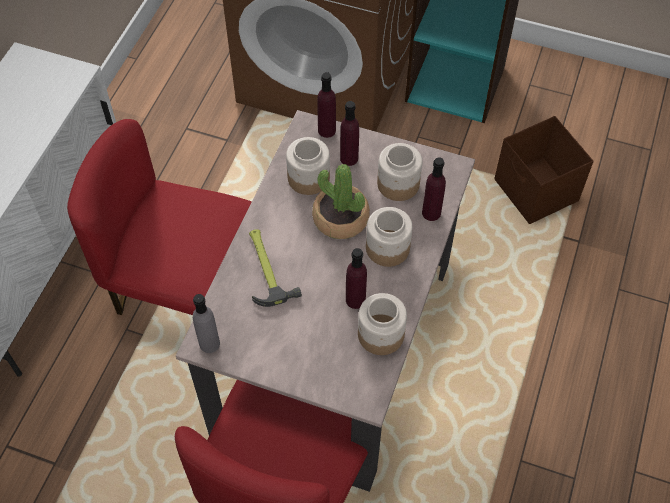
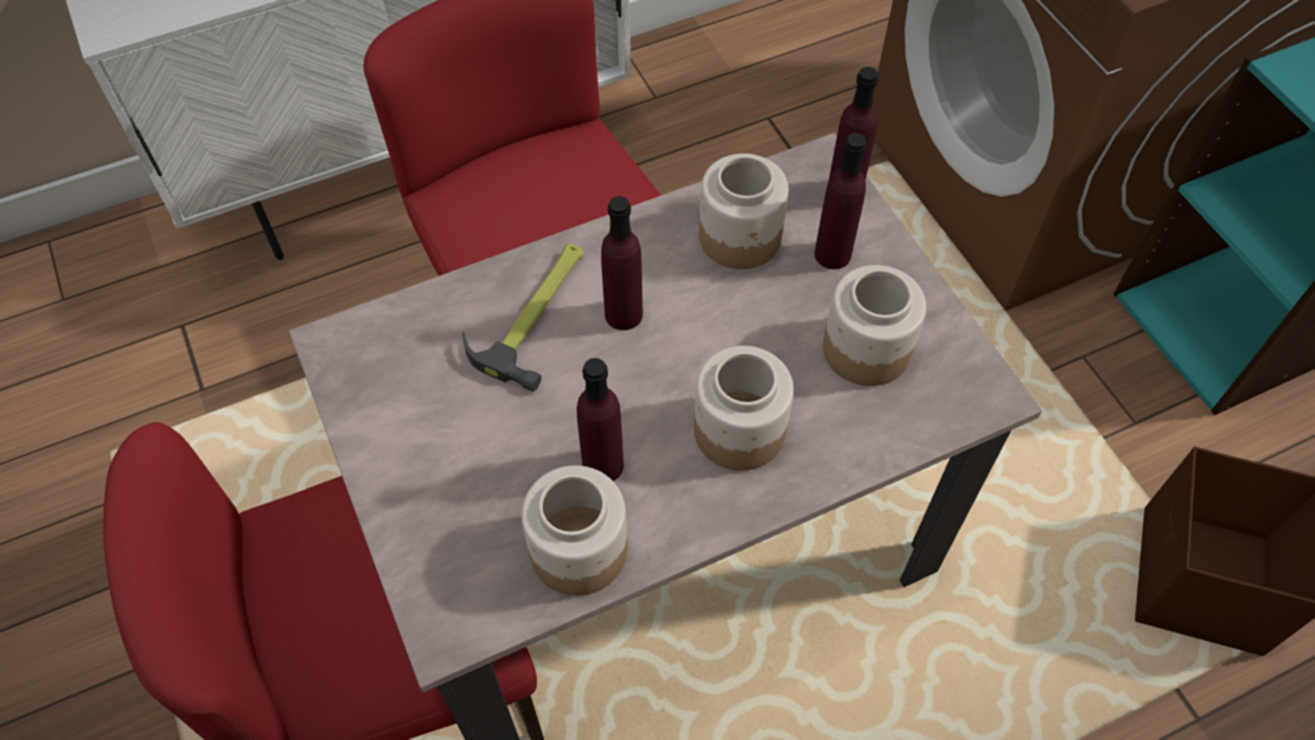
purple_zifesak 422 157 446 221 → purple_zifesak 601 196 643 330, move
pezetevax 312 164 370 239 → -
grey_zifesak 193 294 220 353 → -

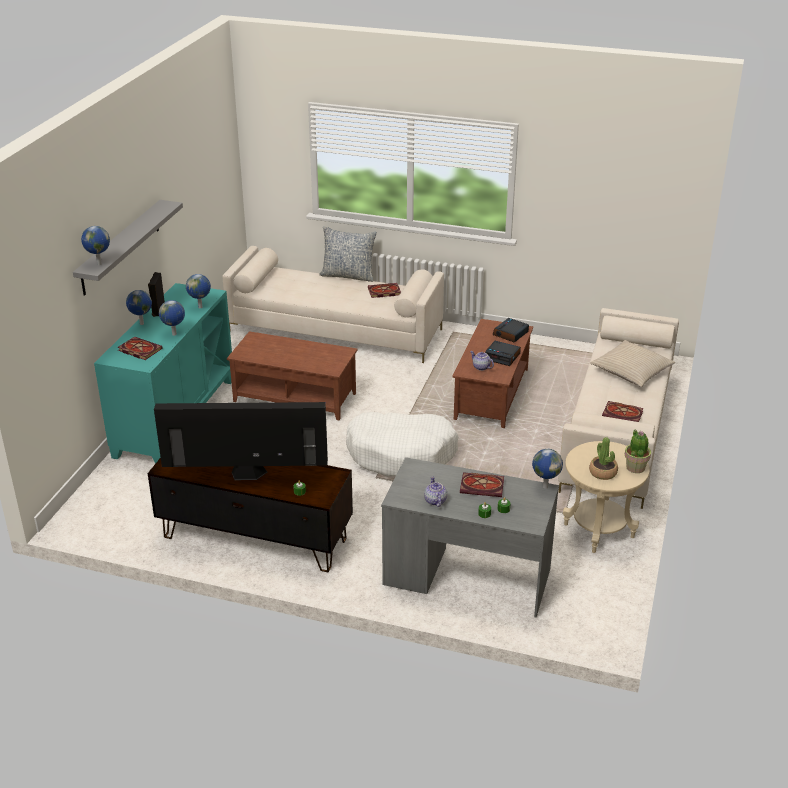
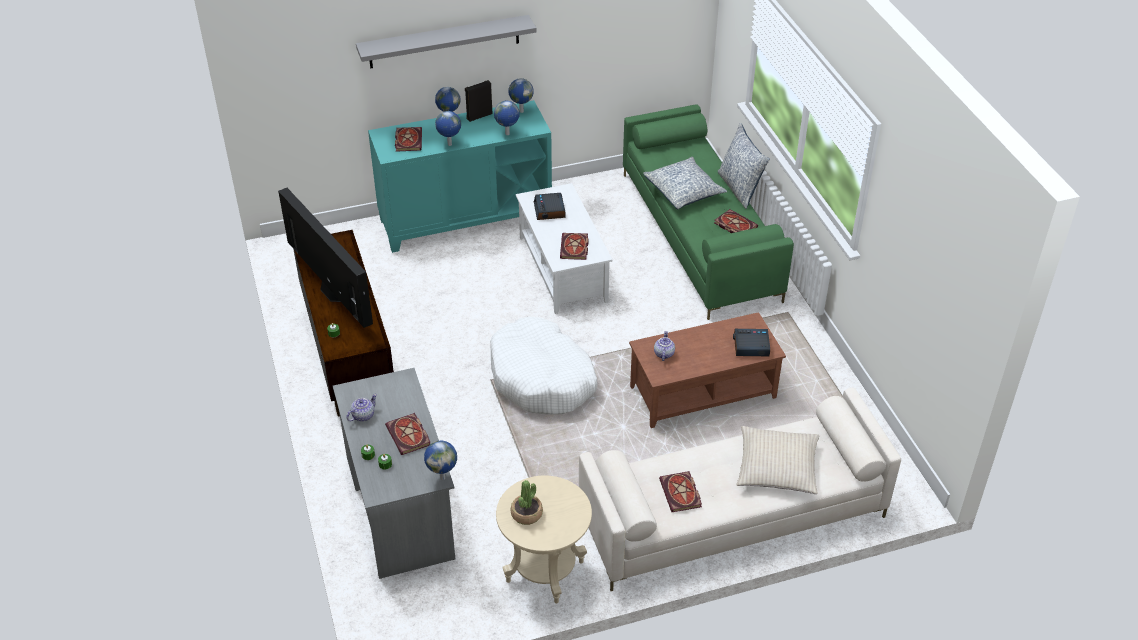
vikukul 81 226 110 265 → vikukul 509 78 534 113, move
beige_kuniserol 223 246 444 363 → green_kuniserol 623 104 794 320
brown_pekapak 227 331 357 420 → white_pekapak 516 183 613 314
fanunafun 485 341 521 366 → fanunafun 534 193 565 220, move
pezetevax 625 429 651 473 → -
- → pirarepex 643 157 727 209
- → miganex 560 233 589 260

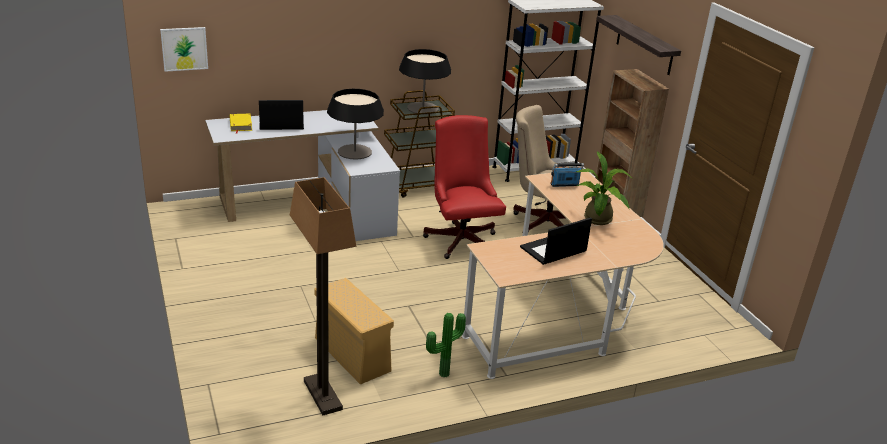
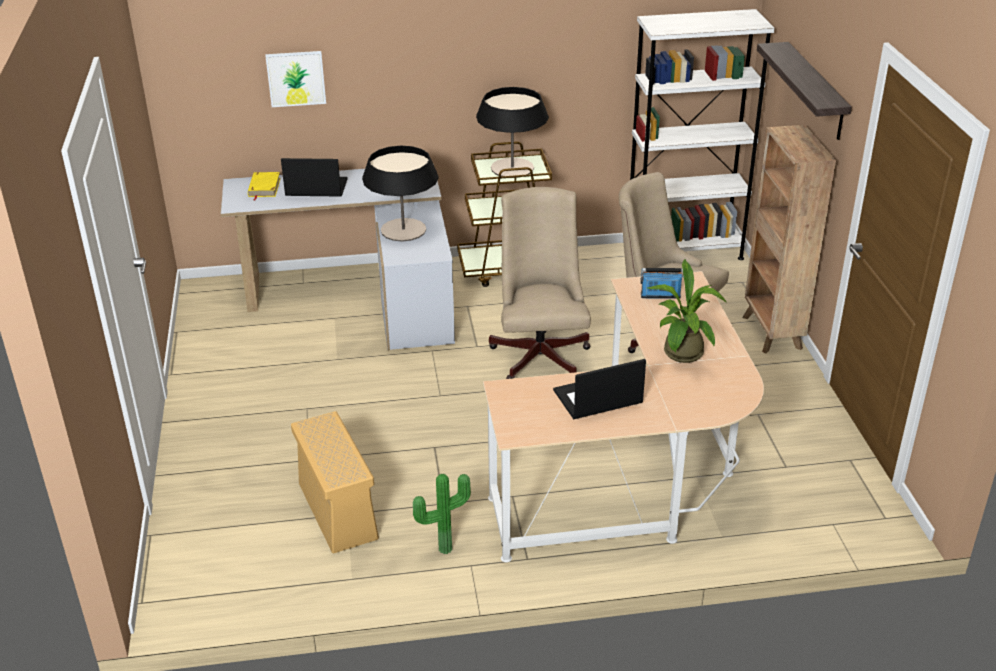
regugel 160 27 208 72 → regugel 265 51 326 107, move
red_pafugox 423 115 506 259 → beige_pafugox 489 187 591 379
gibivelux 290 177 357 415 → -

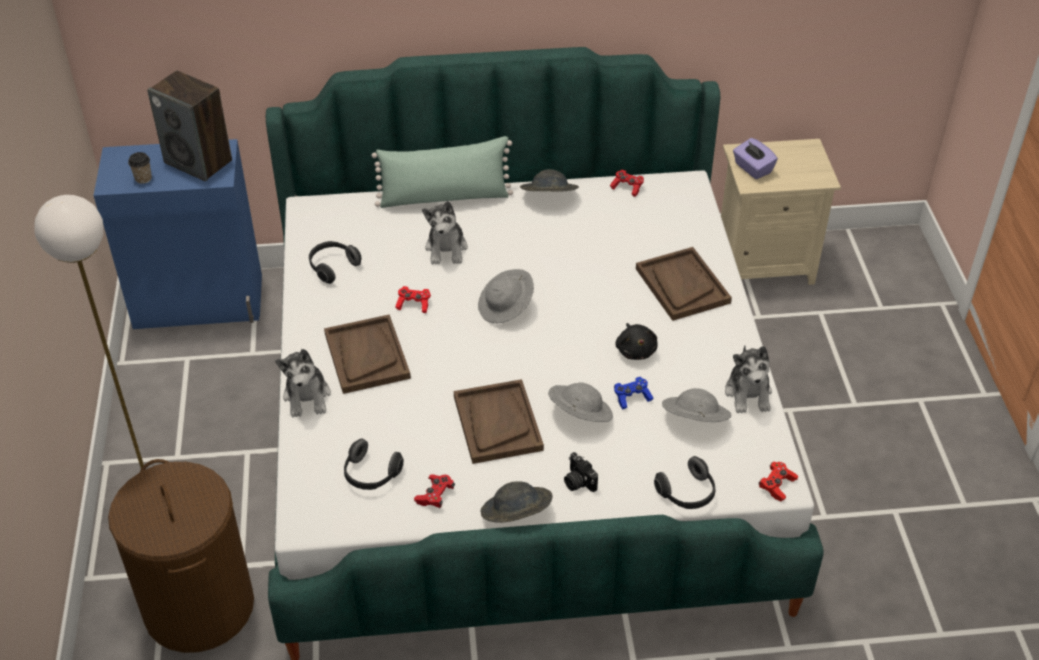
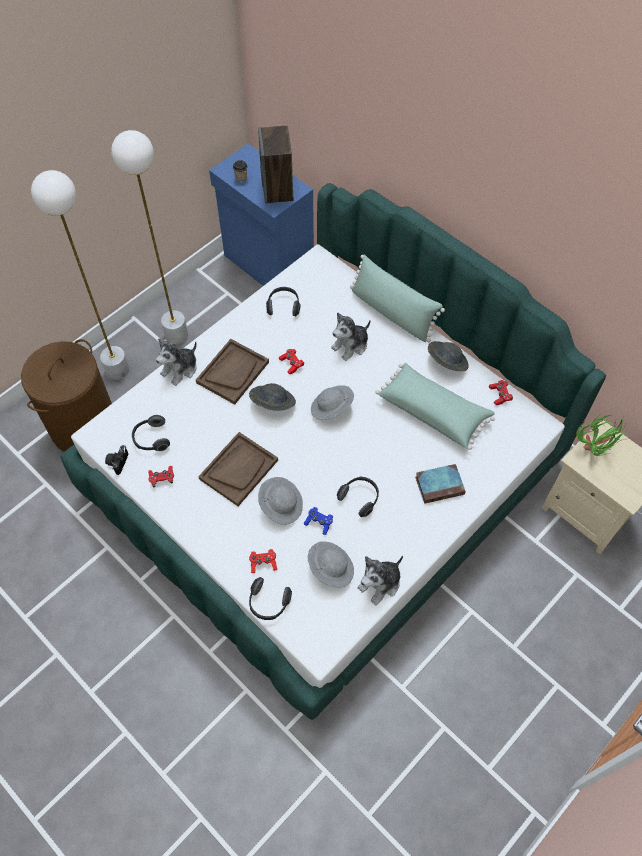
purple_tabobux 733 138 778 179 → pezetevax 576 413 626 456
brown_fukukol 636 247 732 321 → miganex 415 464 466 504
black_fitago 615 323 658 360 → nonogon 337 477 379 517
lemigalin 564 452 598 492 → lemigalin 105 445 129 475, move
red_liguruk 759 462 798 502 → red_liguruk 249 549 277 573, move
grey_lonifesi 480 481 553 523 → grey_lonifesi 249 383 296 411, move
- → white_gibivelux 111 130 188 344
- → green_pirarepex 376 363 495 450

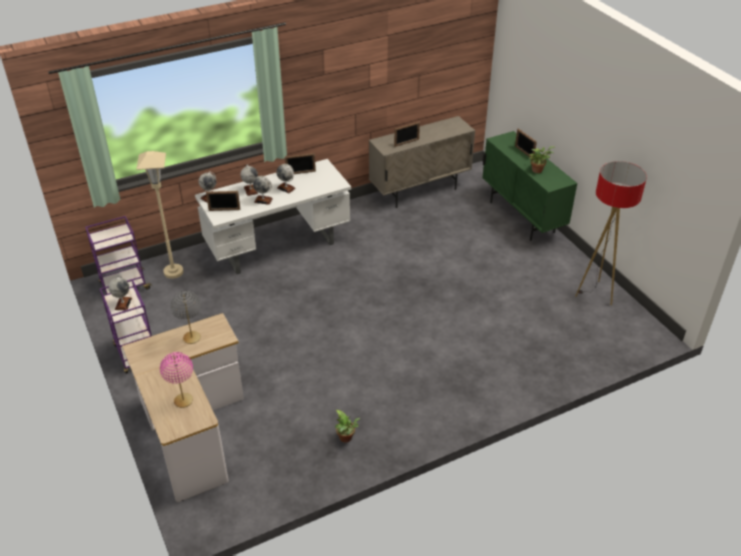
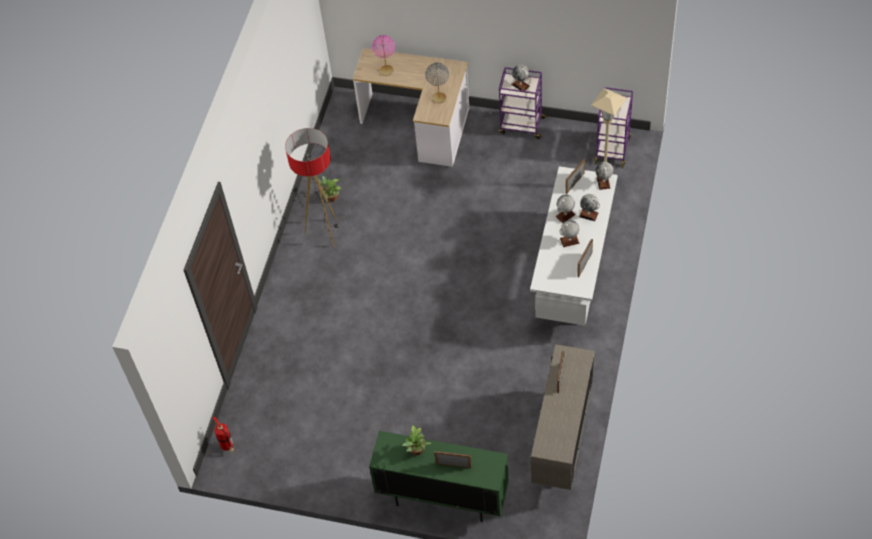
gibivelux 575 161 647 305 → gibivelux 285 128 339 248, move
- → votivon 213 417 234 452

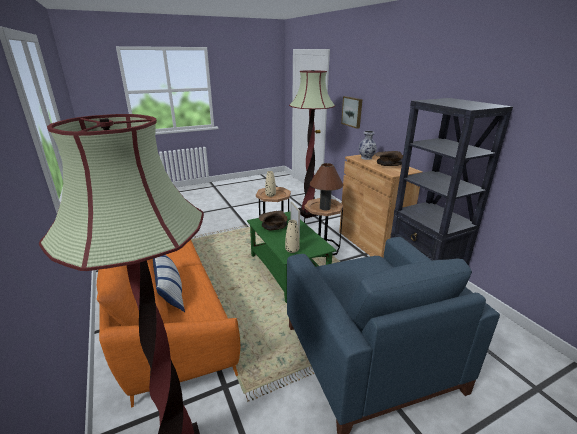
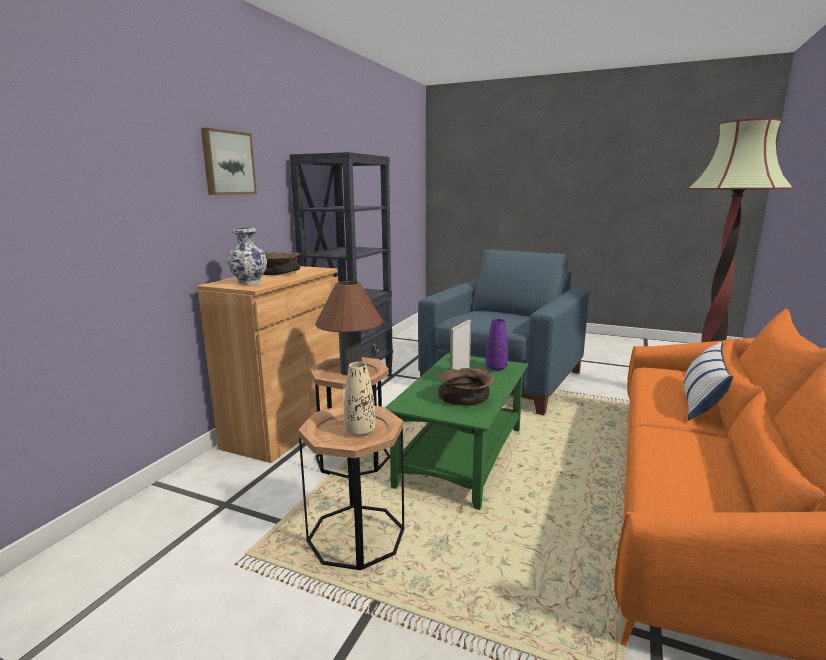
gibivelux 289 70 335 218 → -
regugel 341 96 362 129 → regugel 201 128 257 195, move
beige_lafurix 285 220 300 253 → purple_lafurix 486 319 508 371

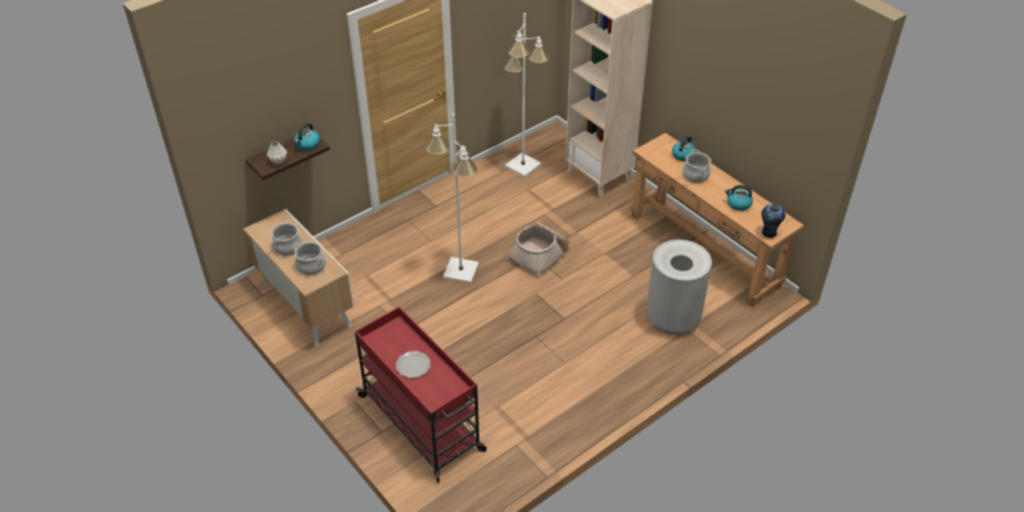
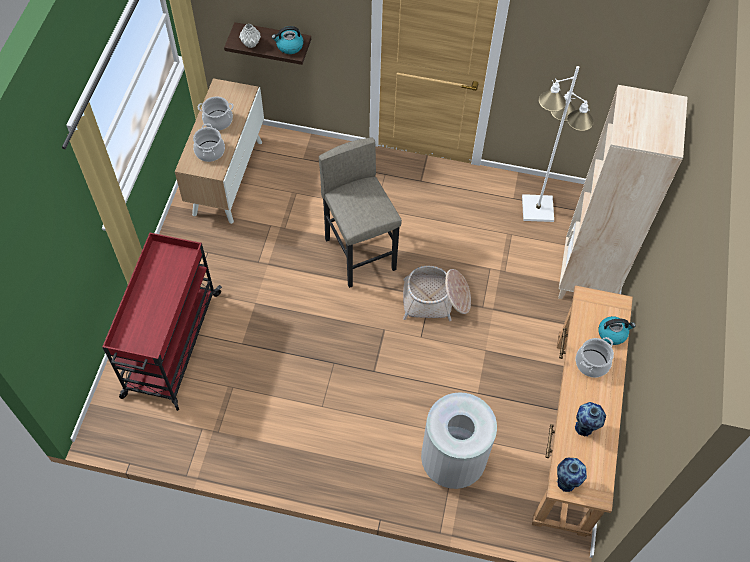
white_gibivelux 425 114 479 284 → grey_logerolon 319 137 402 288
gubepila 725 185 753 211 → lafurix 575 402 606 437
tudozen 396 351 431 378 → -

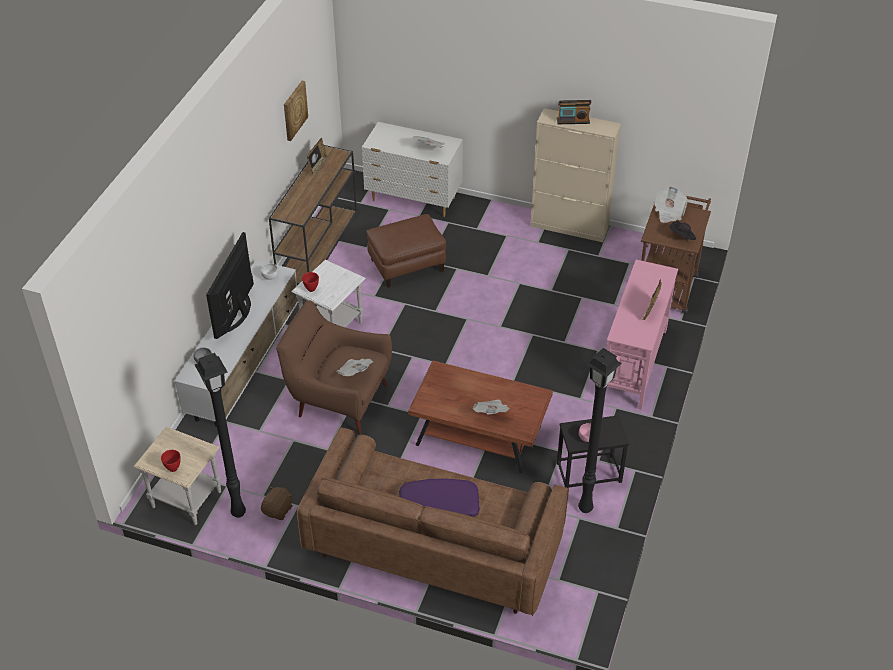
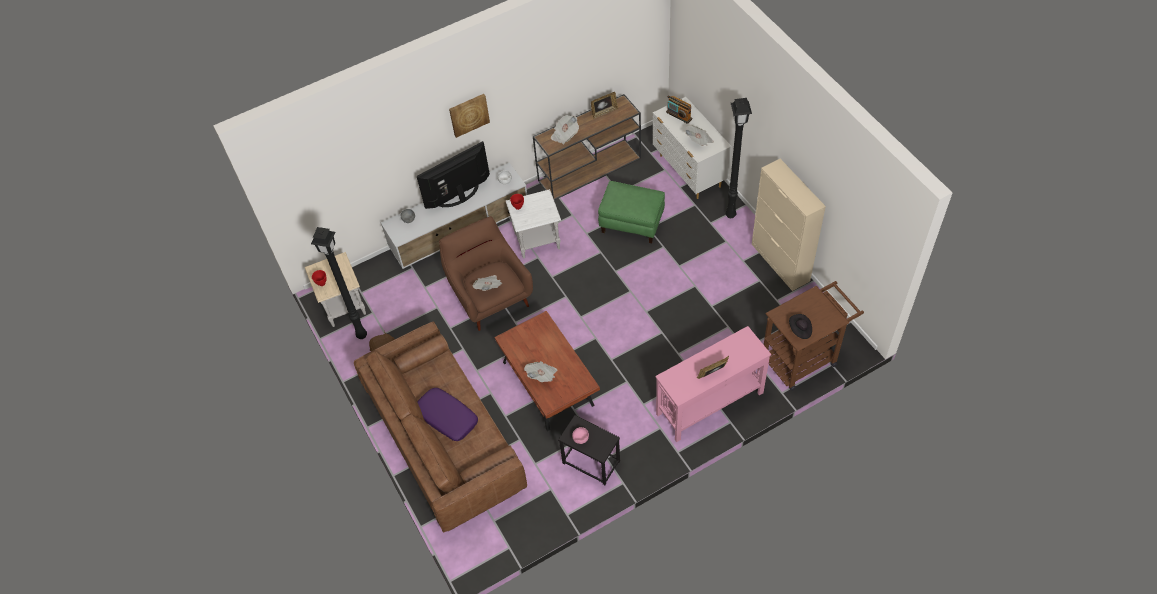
regugel 284 81 308 141 → regugel 449 94 490 138, move
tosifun 557 100 591 124 → tosifun 666 96 693 124, move
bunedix 654 186 688 223 → bunedix 551 115 579 144, move
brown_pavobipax 367 214 446 288 → green_pavobipax 598 181 665 243
black_gibivelux 578 348 622 513 → black_gibivelux 725 98 752 218, move

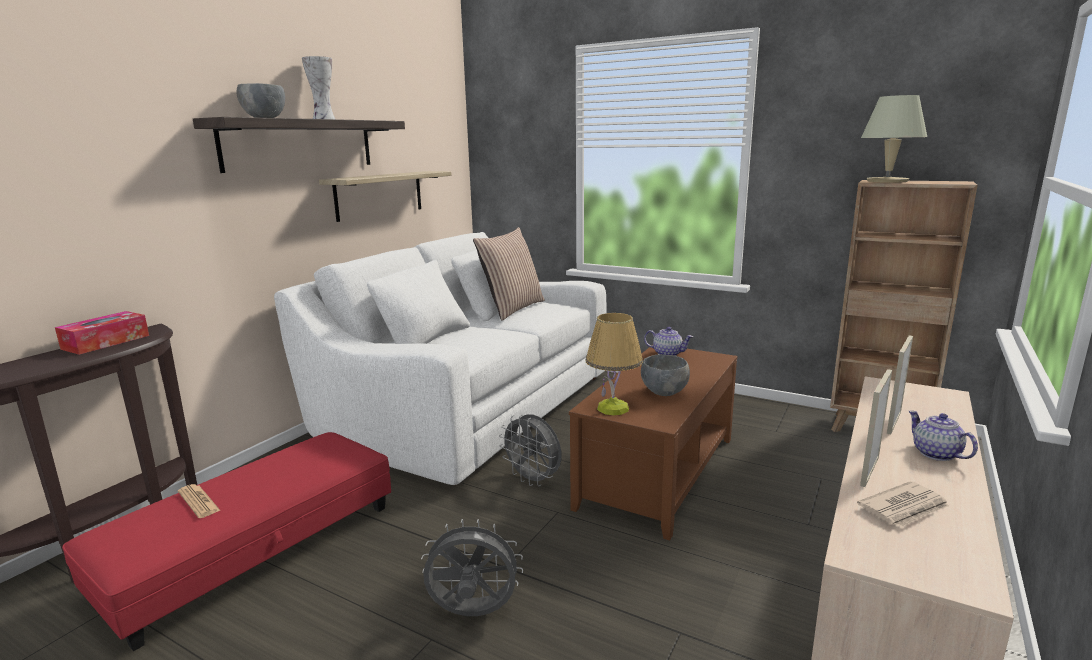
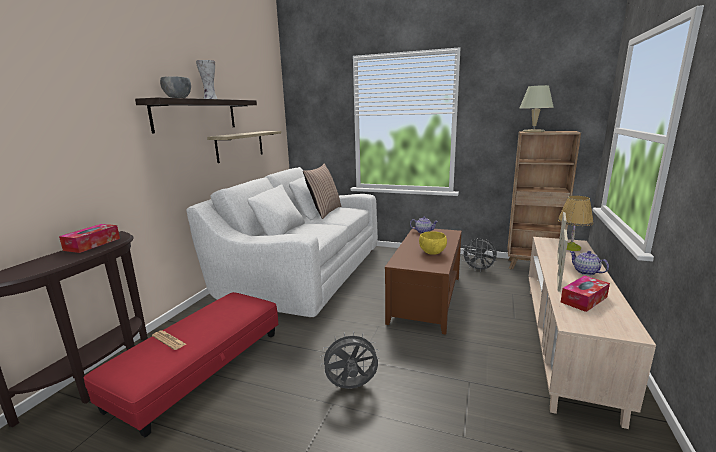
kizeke 585 313 643 415 → kizeke 558 196 593 251, move
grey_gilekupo 641 355 690 396 → yellow_gilekupo 419 231 447 255
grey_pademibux 499 414 562 486 → grey_pademibux 461 238 498 272, move
bunedix 857 481 949 528 → tabobux 561 275 610 312

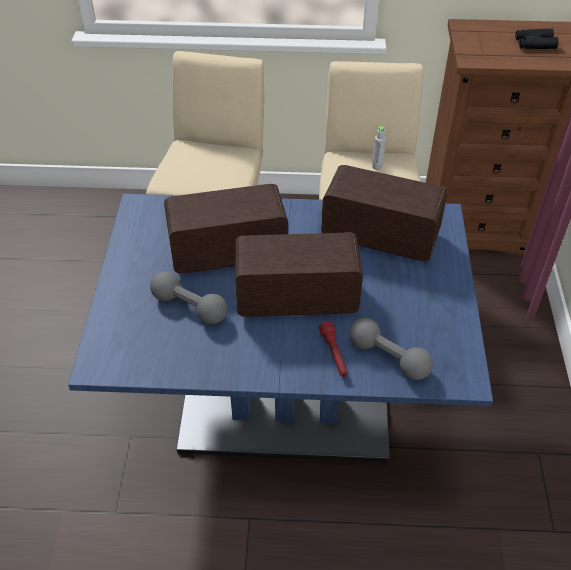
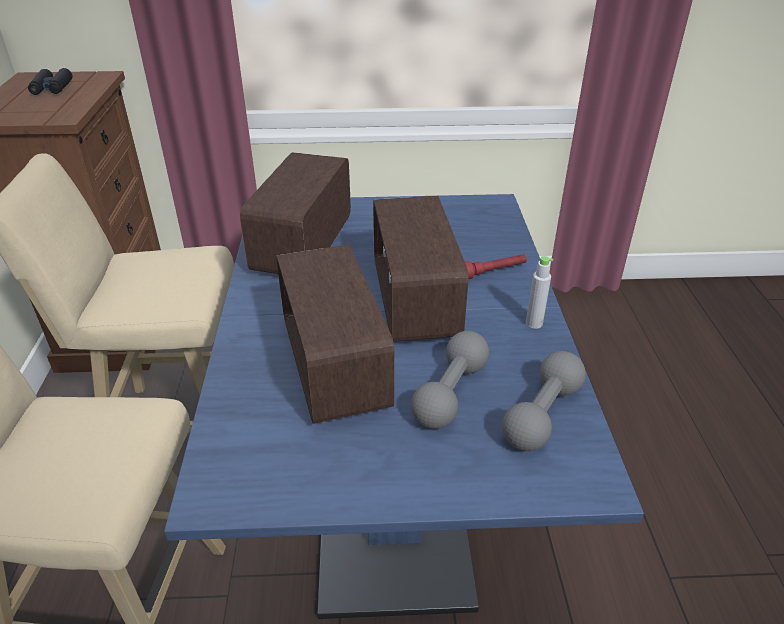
grey_zifesak 372 126 386 170 → grey_zifesak 526 256 553 329, move
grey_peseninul 349 318 433 380 → grey_peseninul 502 351 586 451, move

